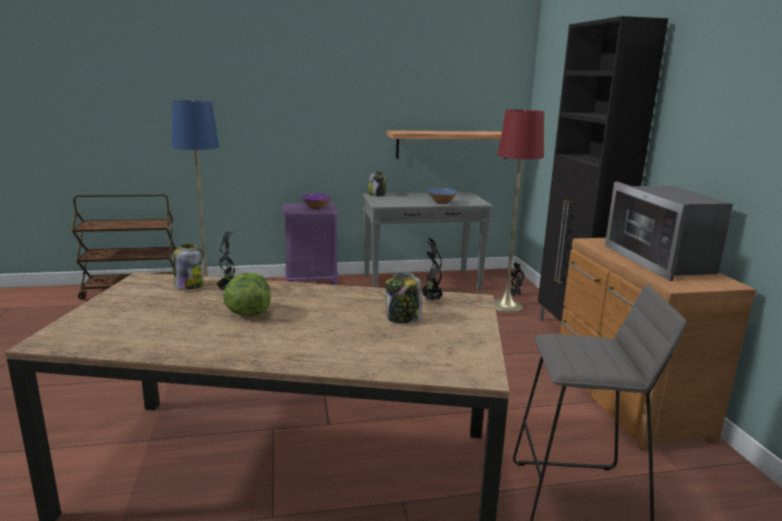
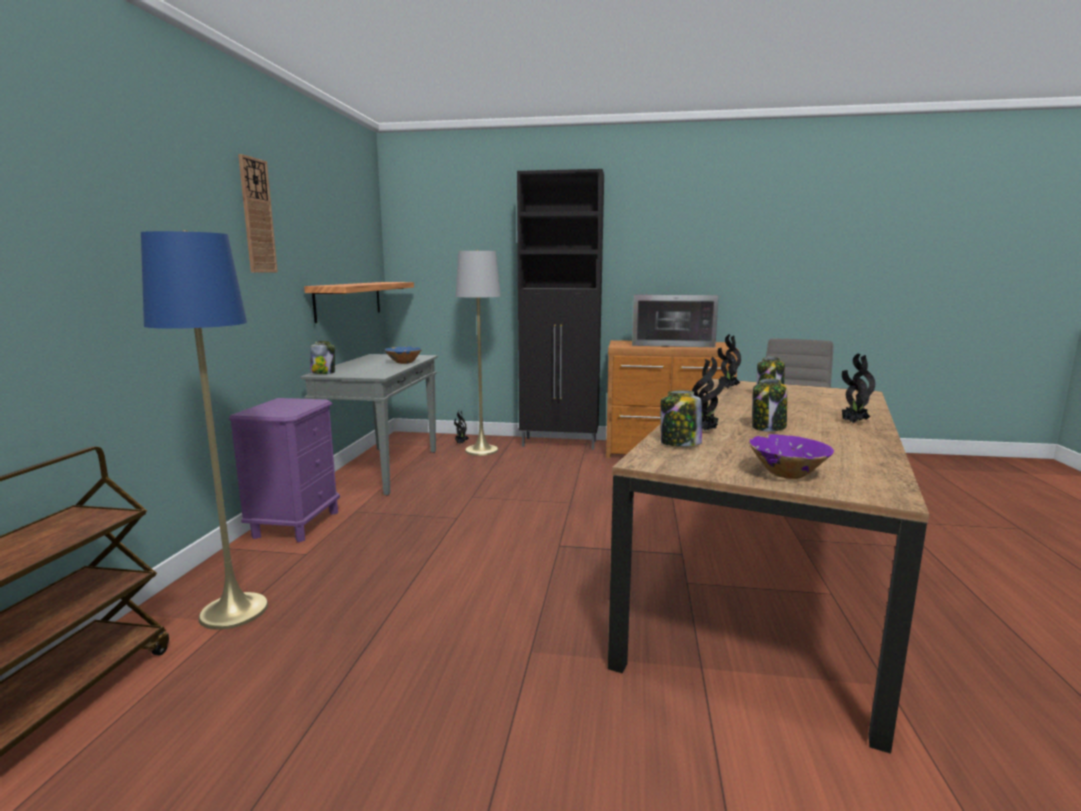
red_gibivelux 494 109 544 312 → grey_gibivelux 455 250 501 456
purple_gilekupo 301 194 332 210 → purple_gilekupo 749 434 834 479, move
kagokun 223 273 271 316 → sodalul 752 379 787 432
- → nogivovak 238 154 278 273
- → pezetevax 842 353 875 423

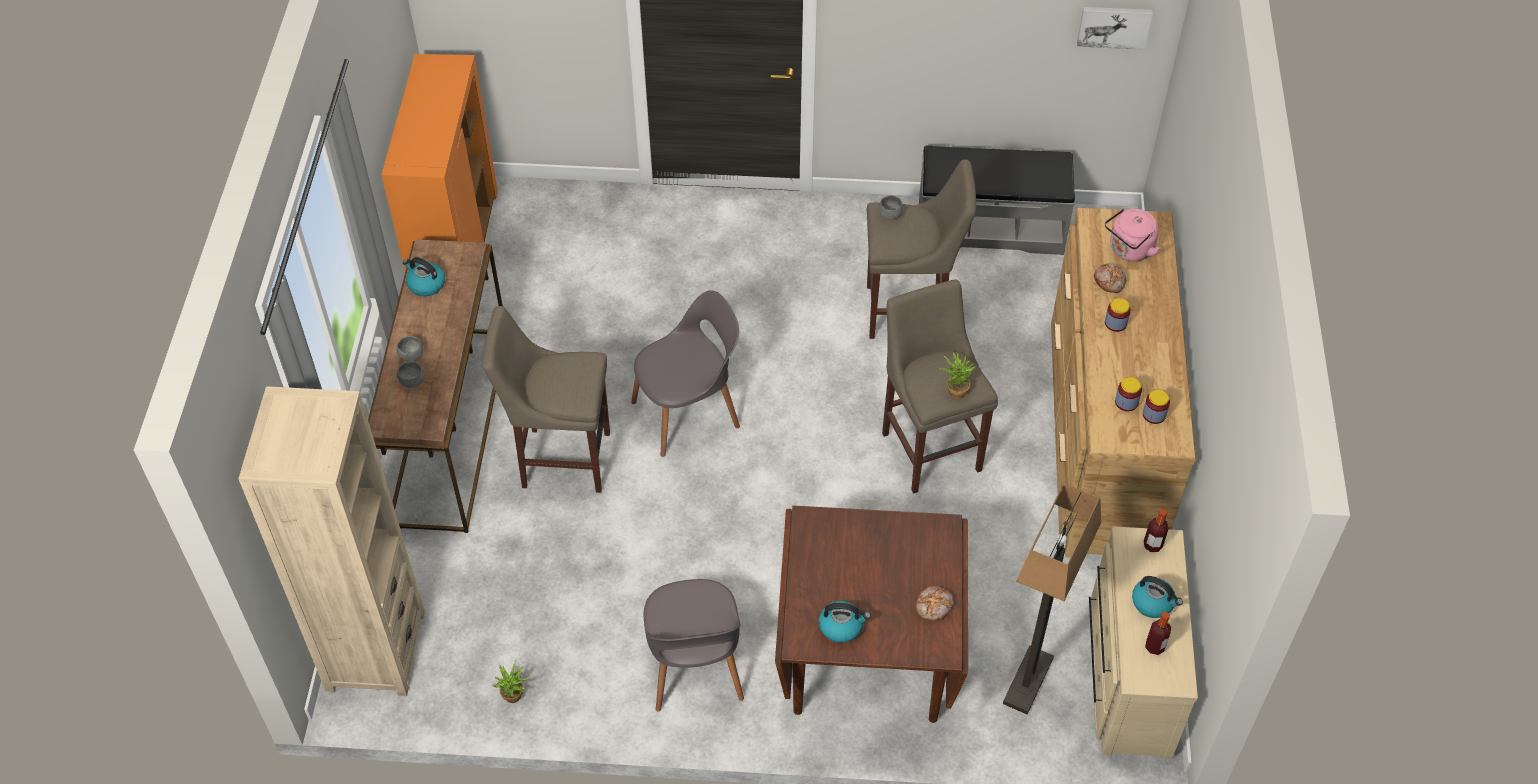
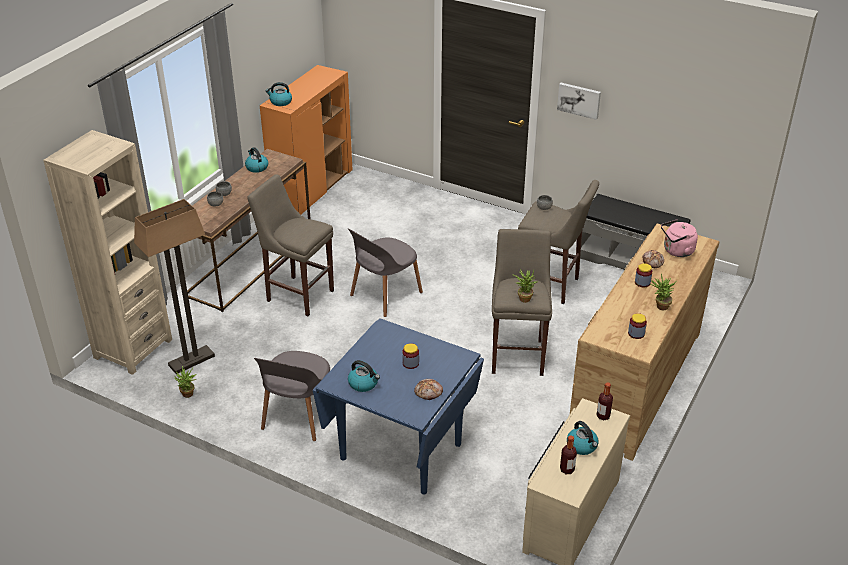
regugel 1077 7 1153 50 → regugel 557 83 601 120, move
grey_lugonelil 631 290 740 457 → grey_lugonelil 348 228 423 317, 135 degrees clockwise
sodalul 1115 377 1142 411 → sodalul 402 343 419 369, move
gibivelux 1003 483 1101 715 → gibivelux 134 199 215 374, move
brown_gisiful 775 505 968 723 → blue_gisiful 313 318 484 495
- → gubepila 266 82 292 106
- → pezetevax 650 274 676 310

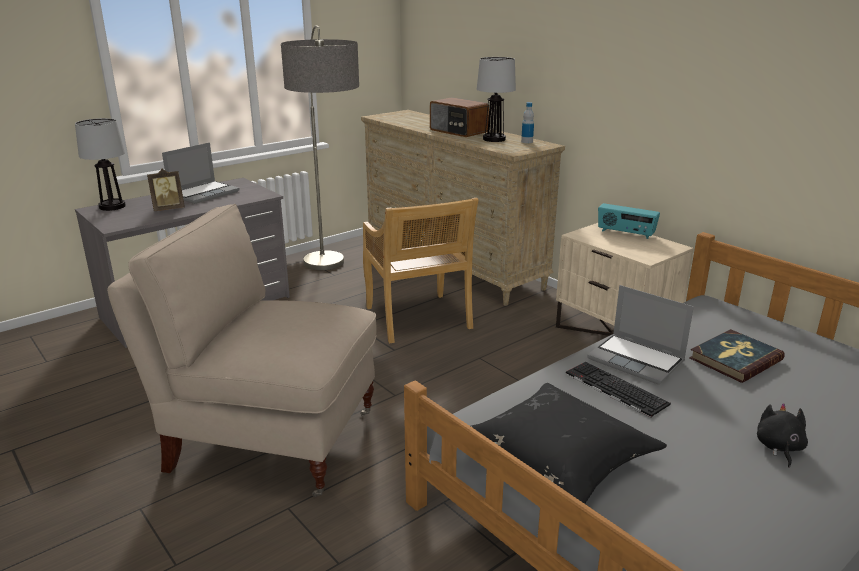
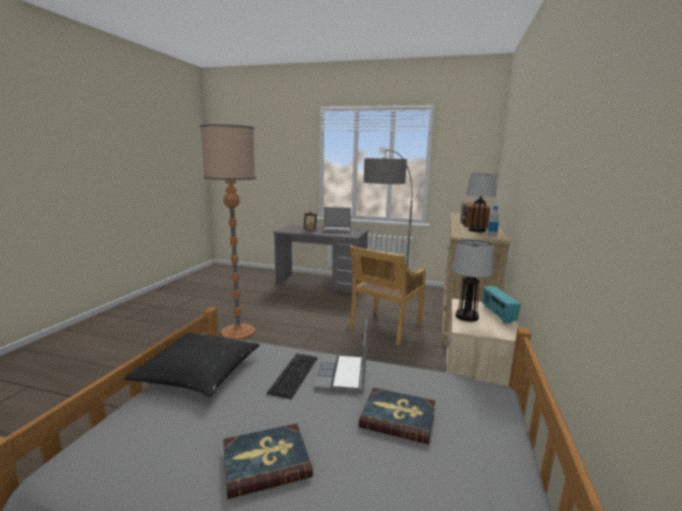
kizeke 75 118 126 211 → kizeke 452 240 494 322, move
beige_lugonelil 107 204 377 497 → gibivelux 200 124 256 340
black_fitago 757 403 808 468 → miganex 223 423 313 499

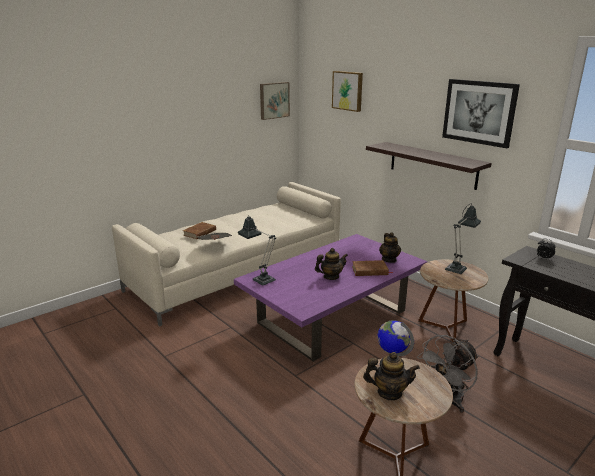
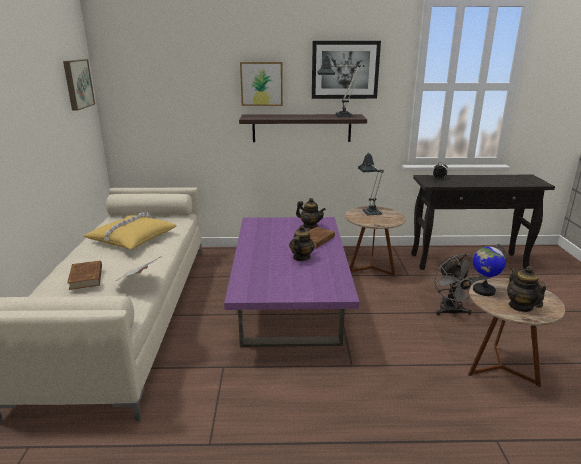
regugel 332 71 363 112 → regugel 240 62 283 106, move
kizeke 238 216 276 285 → kizeke 317 53 364 117, move
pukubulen 363 352 420 400 → pukubulen 507 266 546 312, 60 degrees counterclockwise
- → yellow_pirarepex 83 213 176 249

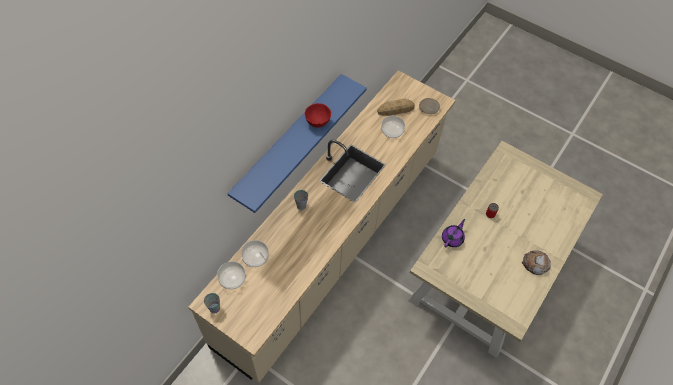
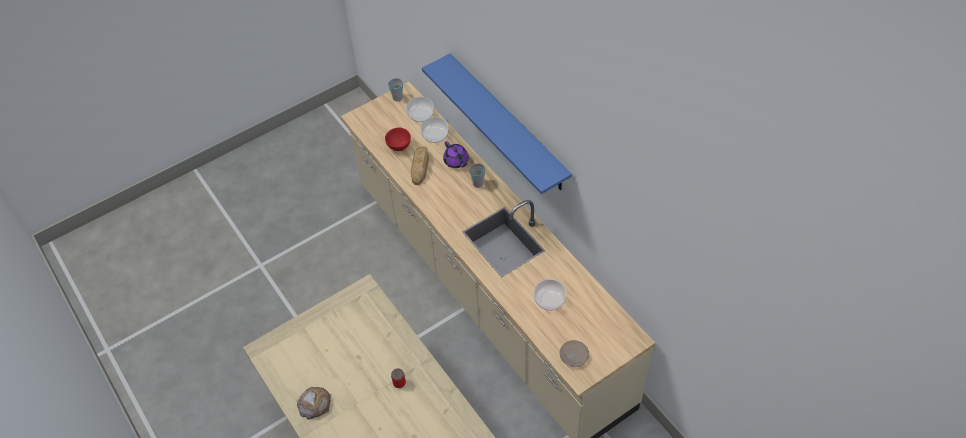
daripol 377 99 415 116 → daripol 411 146 429 185, move
red_gilekupo 305 103 331 128 → red_gilekupo 385 127 411 151, move
purple_pukubulen 442 219 465 247 → purple_pukubulen 443 141 469 168, move

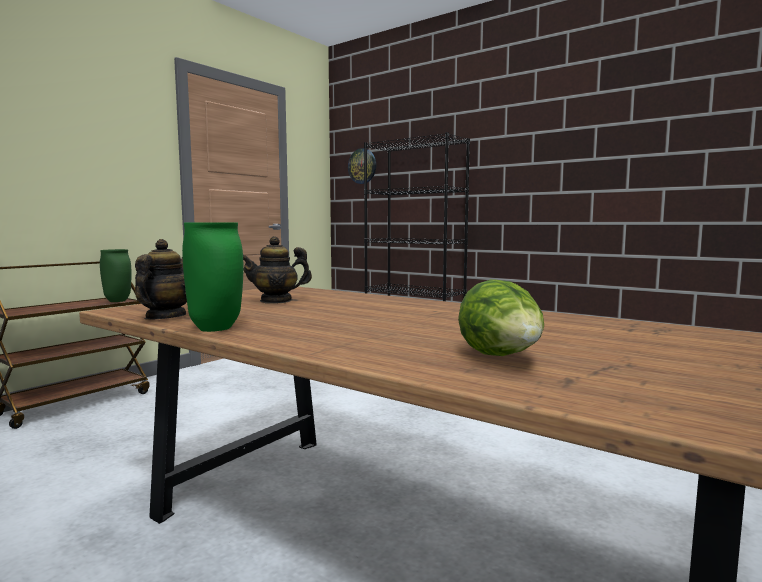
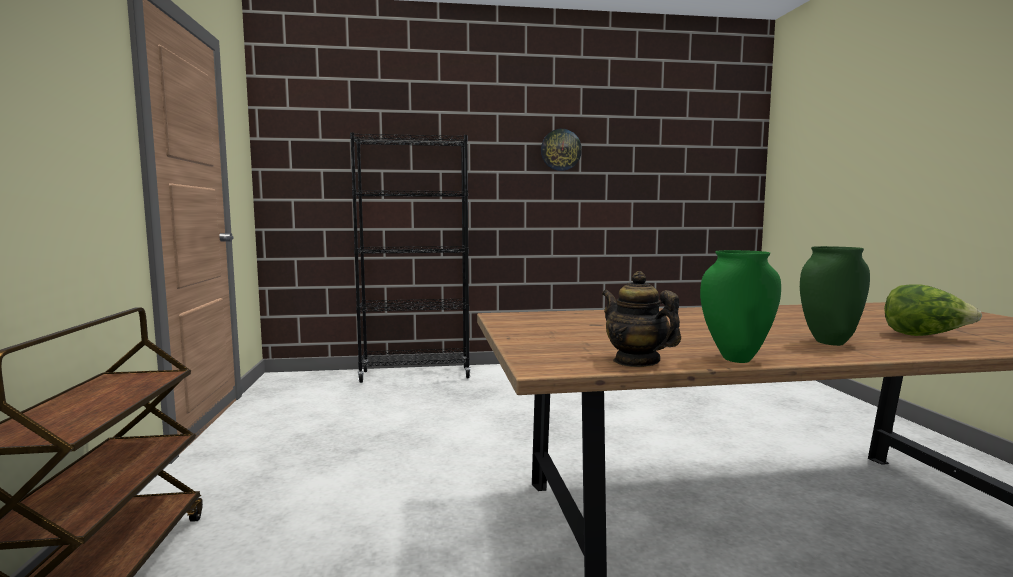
nogivovak 348 148 376 184 → nogivovak 541 129 582 171, move
pukubulen 243 236 312 304 → -
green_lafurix 100 249 132 302 → green_lafurix 800 246 870 346, move

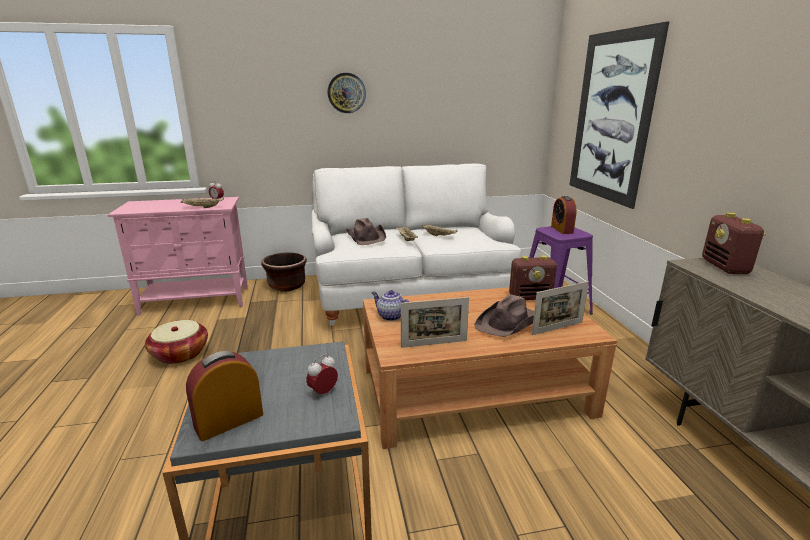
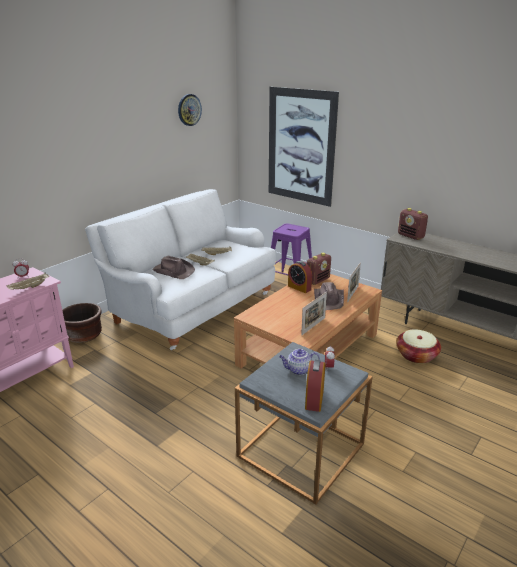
nogivovak 328 73 366 113 → nogivovak 178 94 202 126, move
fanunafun 551 196 577 234 → fanunafun 288 261 312 293, move
pukubulen 372 290 409 321 → pukubulen 279 349 320 375, move
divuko 145 320 208 364 → divuko 396 329 441 364, move

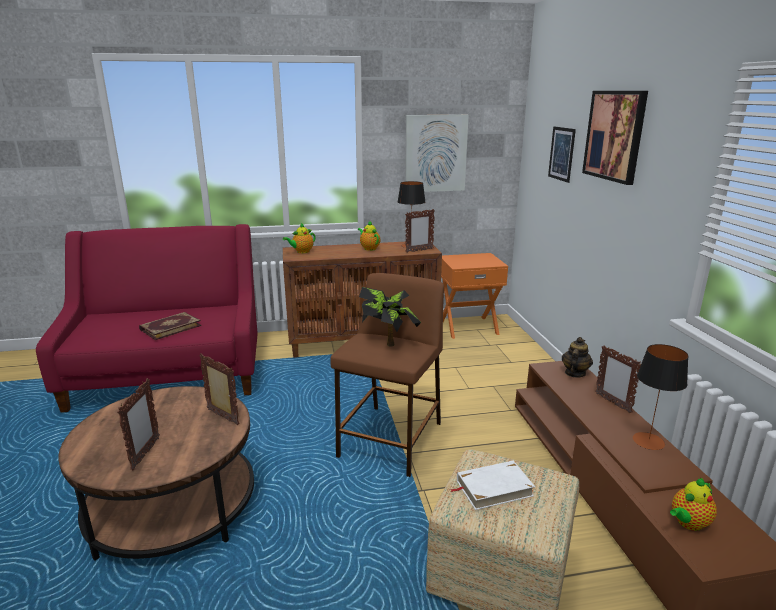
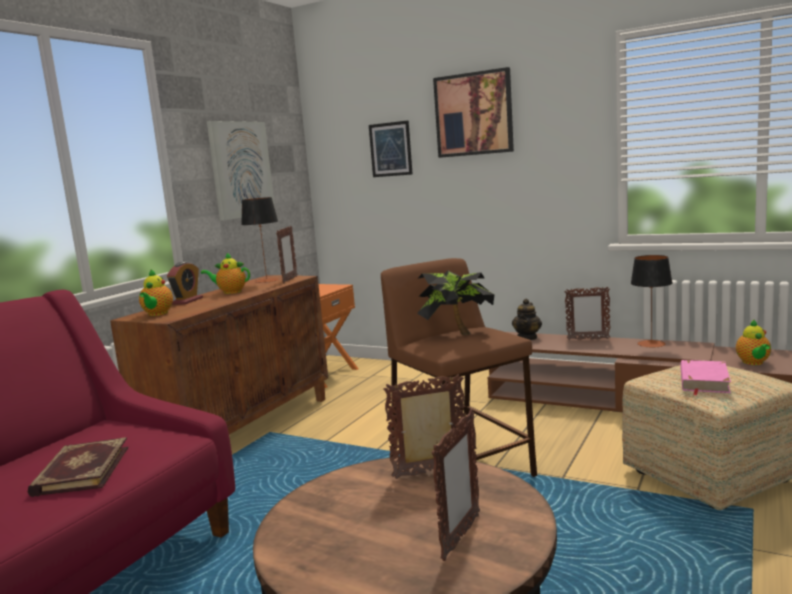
pukubulen 562 337 593 377 → pukubulen 512 299 542 340, 135 degrees counterclockwise
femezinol 117 378 160 470 → femezinol 432 409 480 561, 75 degrees clockwise
white_miganex 450 461 535 510 → pink_miganex 680 360 731 396
- → fanunafun 167 262 203 305

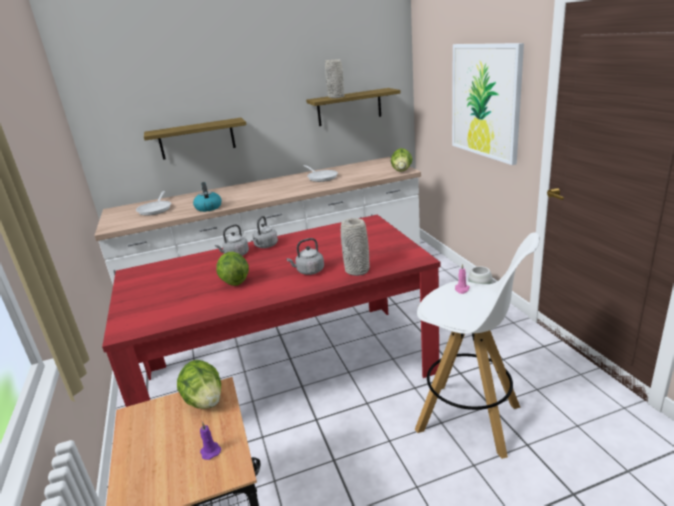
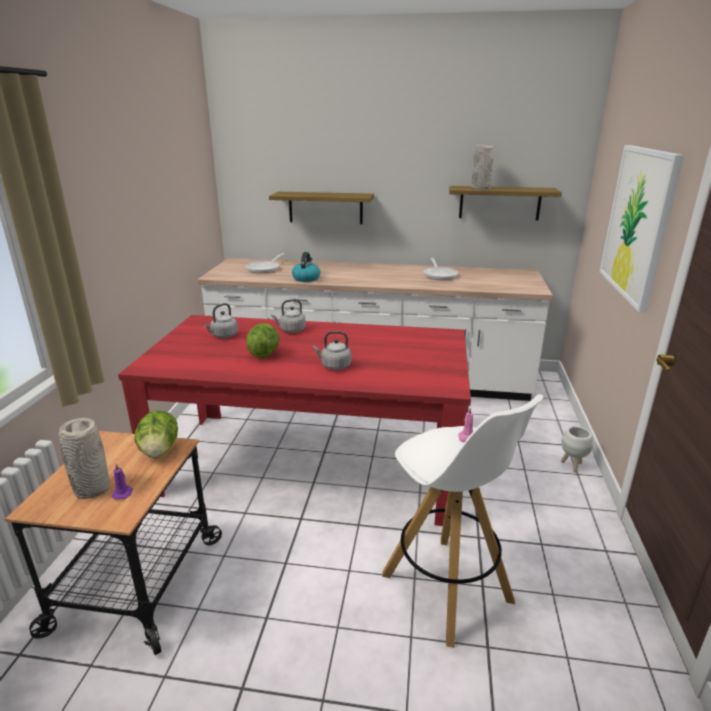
kagokun 391 148 412 172 → -
grey_gubepila 252 216 278 248 → grey_gubepila 203 303 238 338, move
grey_lafurix 341 218 370 276 → grey_lafurix 59 418 110 499, move

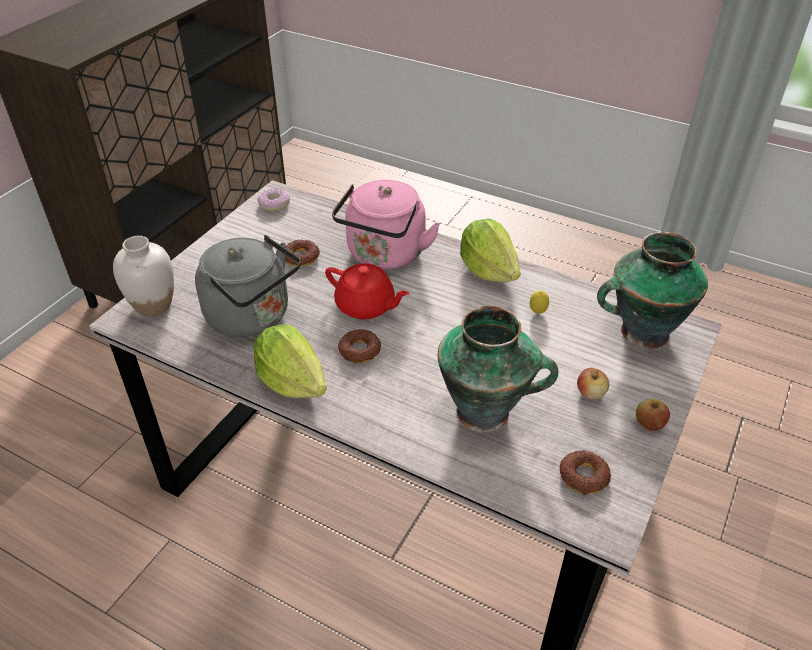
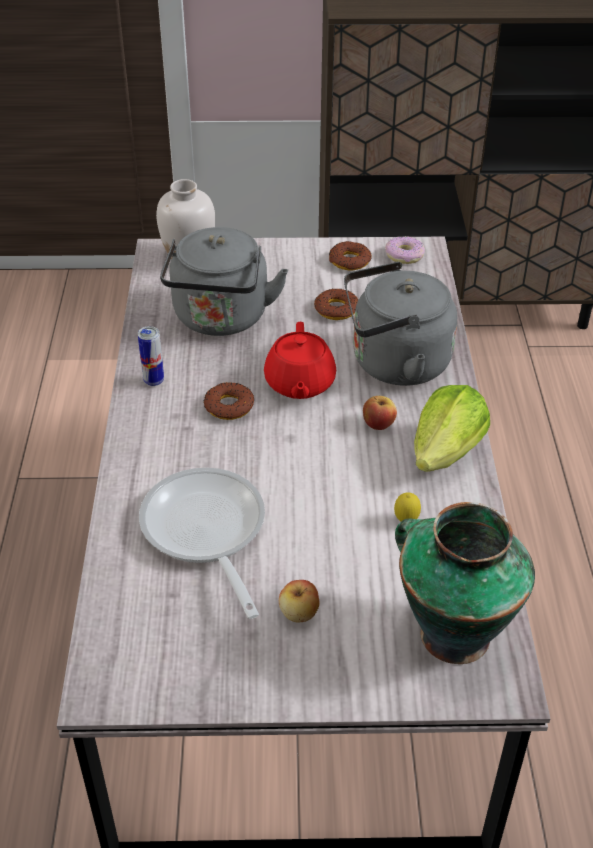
pink_gubepila 332 180 440 270 → grey_gubepila 344 262 457 386
lafurix 437 306 558 432 → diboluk 139 467 265 619
kagokun 253 324 327 398 → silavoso 138 326 164 386
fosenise 636 399 670 431 → fosenise 363 396 397 430, move
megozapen 560 450 611 495 → megozapen 329 241 372 270, move

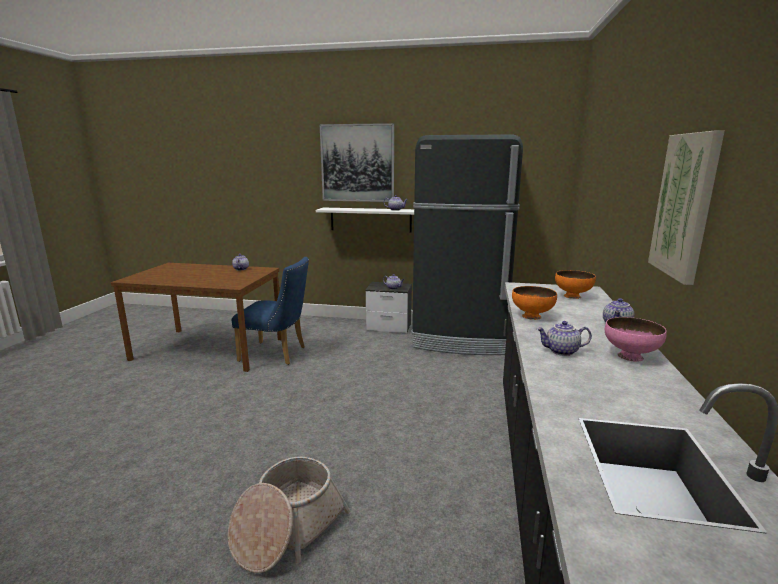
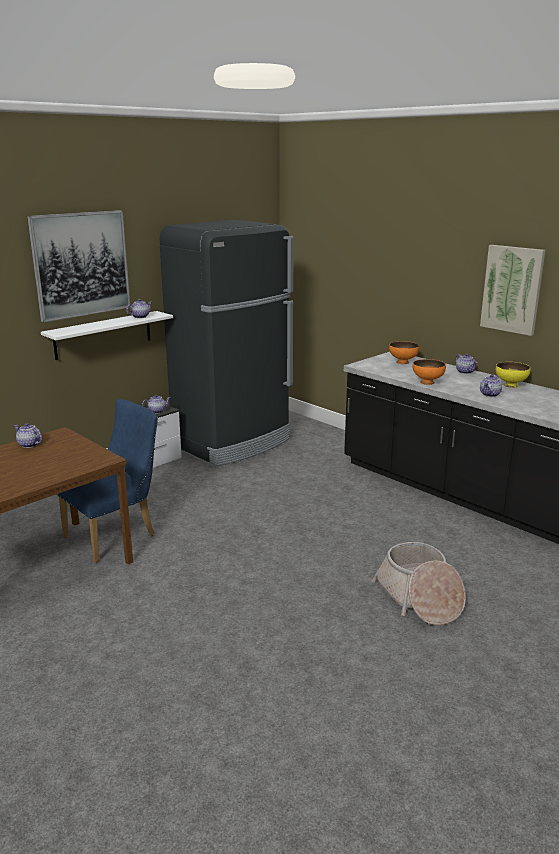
pink_gilekupo 605 317 667 362 → yellow_gilekupo 496 362 531 388

